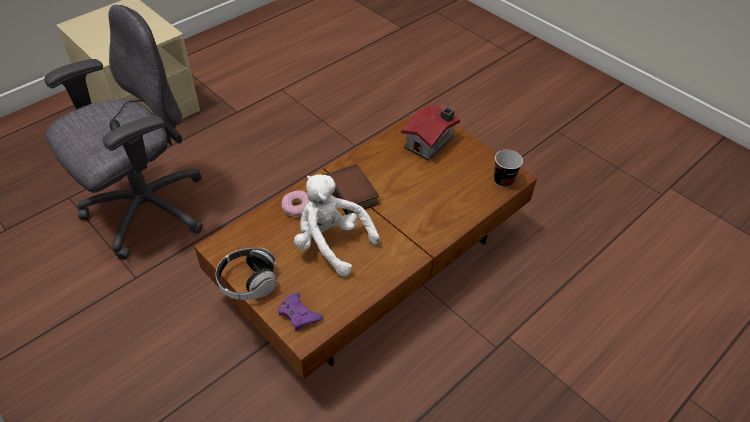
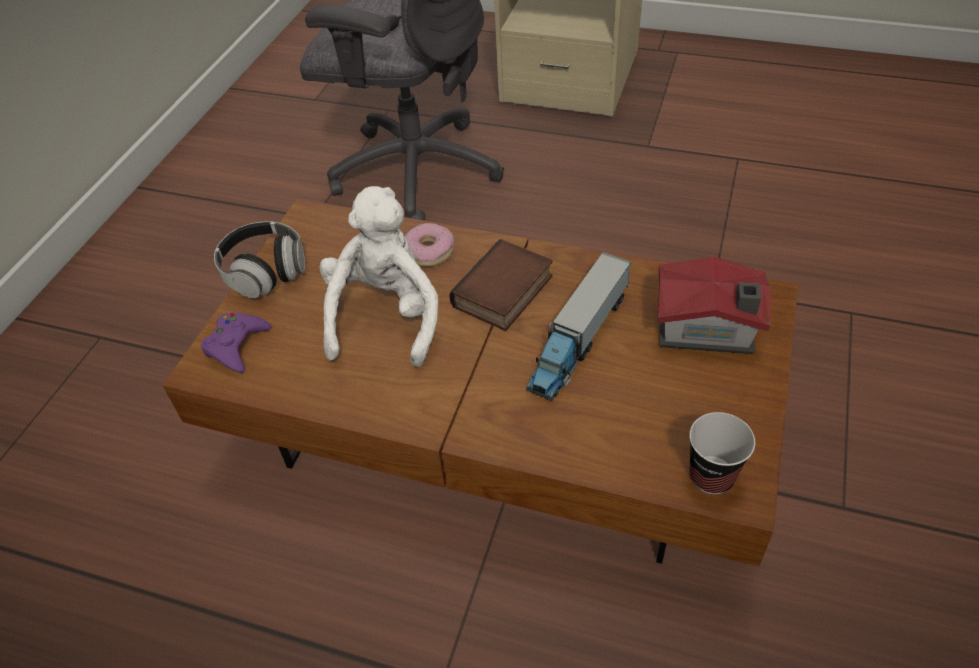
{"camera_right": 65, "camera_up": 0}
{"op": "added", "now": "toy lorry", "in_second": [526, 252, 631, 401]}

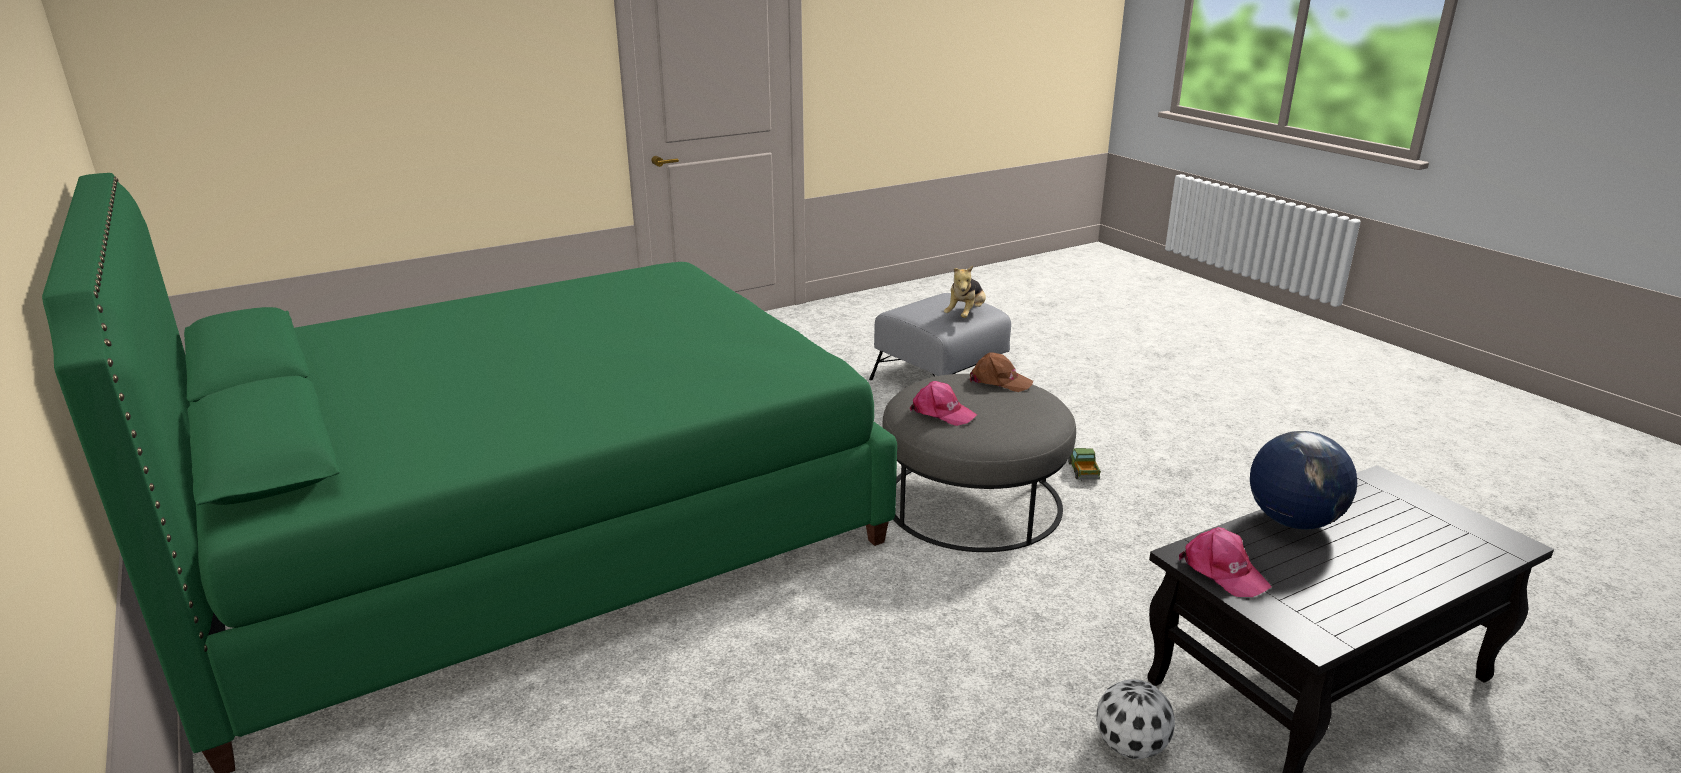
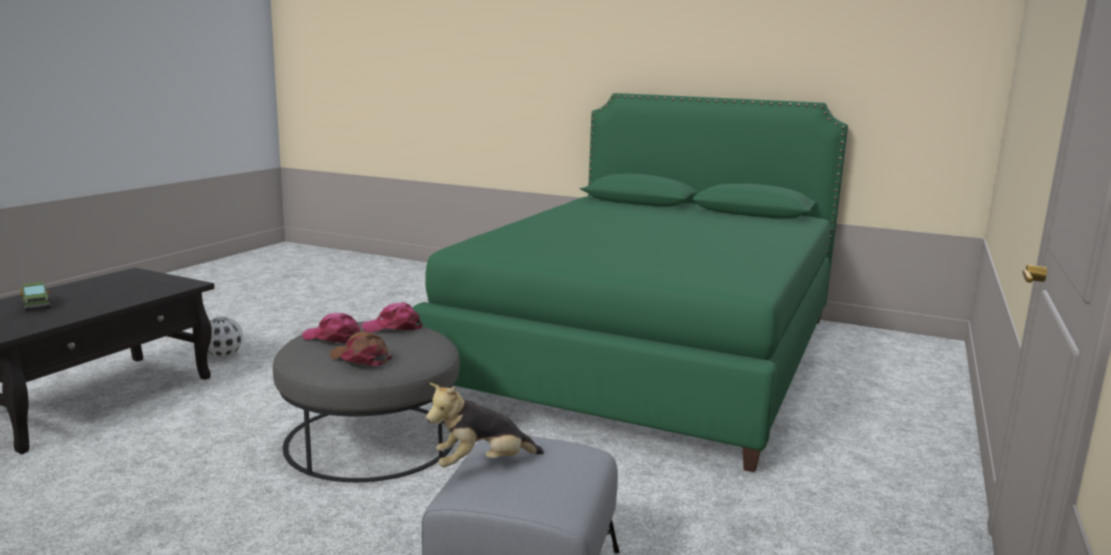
{"camera_right": 145, "camera_up": -10}
{"op": "removed", "was": "globe", "in_first": [1250, 431, 1357, 529]}
{"op": "moved", "was": "toy lorry", "in_first": [1068, 448, 1101, 481], "in_second": [20, 281, 51, 311]}
{"op": "moved", "was": "cap in pink", "in_first": [1179, 527, 1271, 597], "in_second": [302, 313, 360, 344]}
{"op": "turned", "was": "cuddly toy", "in_first": [944, 266, 986, 318], "in_second": [426, 383, 544, 467], "clockwise": -105}
{"op": "turned", "was": "cap in brownish", "in_first": [970, 352, 1033, 392], "in_second": [330, 331, 393, 366], "clockwise": 45}

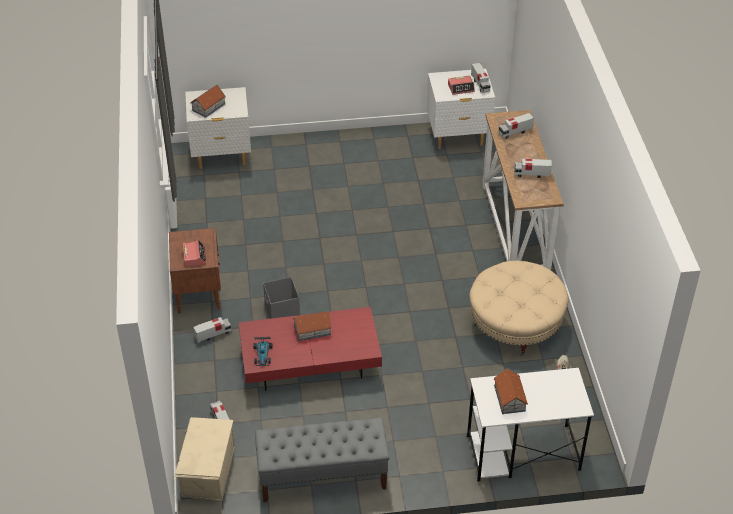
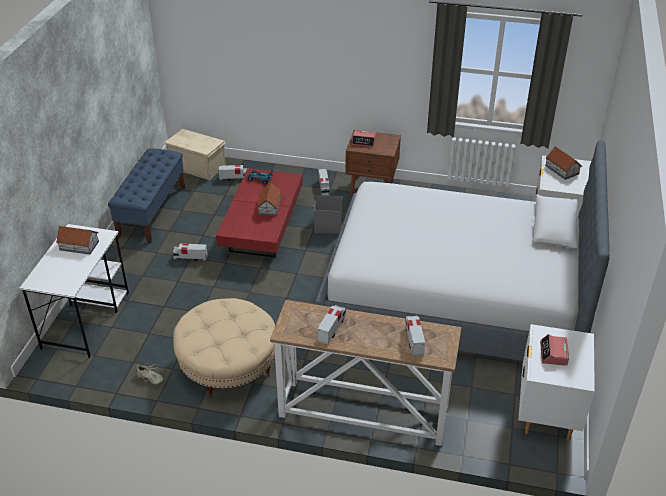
{"camera_right": 110, "camera_up": -5}
{"op": "added", "now": "bed", "in_second": [315, 140, 610, 361]}
{"op": "moved", "was": "toy lorry", "in_first": [471, 63, 491, 93], "in_second": [173, 243, 208, 261]}
{"op": "recoloured", "was": "long seat in greyish", "now": "long seat in bluish", "in_first": [255, 418, 390, 503], "in_second": [108, 148, 185, 243]}

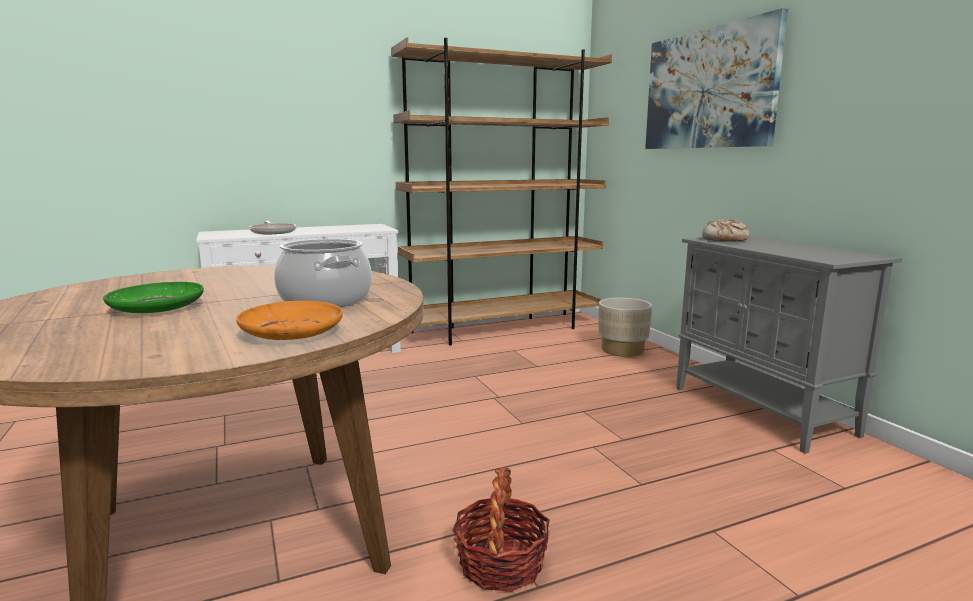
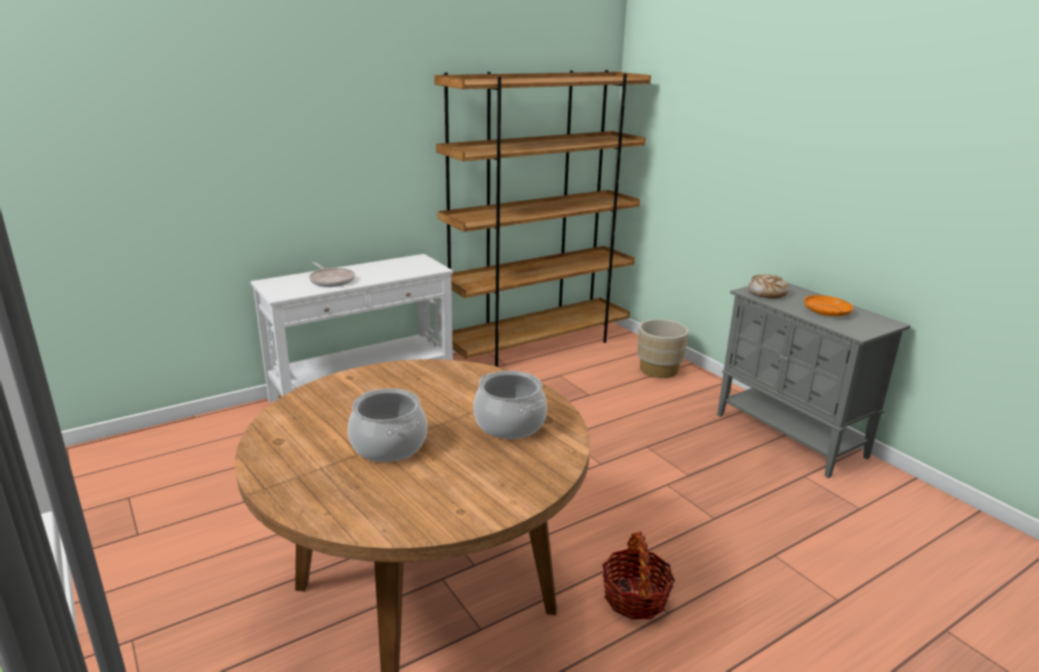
{"camera_right": -10, "camera_up": 10}
{"op": "removed", "was": "wall art", "in_first": [645, 8, 788, 149]}
{"op": "moved", "was": "dinner plate in orange-coloured", "in_first": [236, 301, 343, 340], "in_second": [804, 295, 853, 316]}
{"op": "replaced", "was": "dinner plate in green-coloured", "now": "saucepot", "in_first": [103, 282, 204, 313], "in_second": [348, 388, 427, 462]}

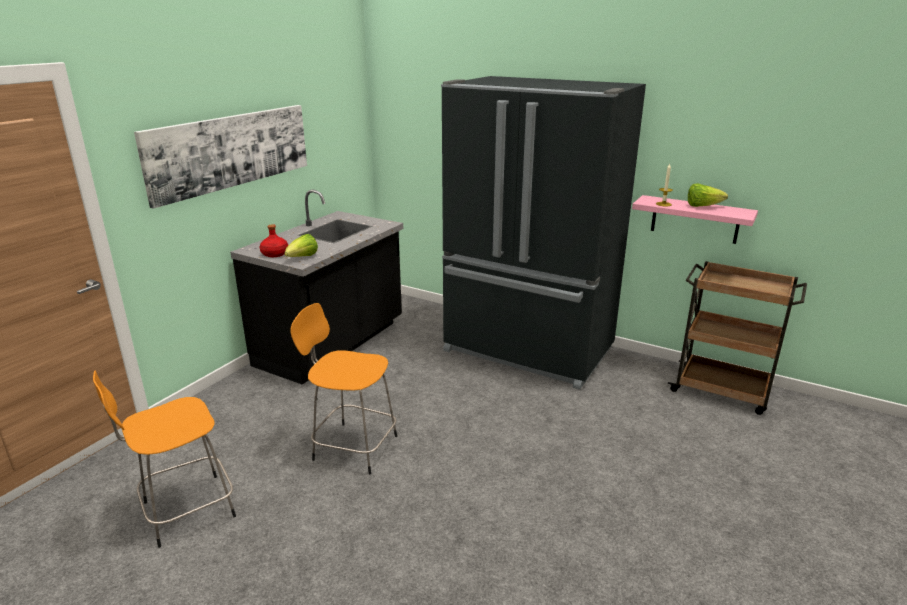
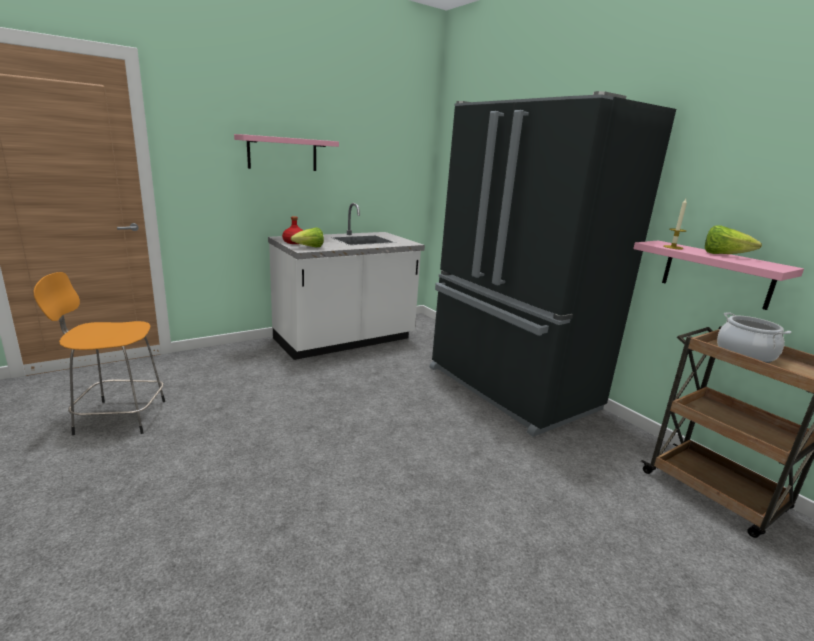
{"camera_right": 25, "camera_up": -5}
{"op": "removed", "was": "sitting stool in orange-coloured", "in_first": [291, 303, 397, 474]}
{"op": "added", "now": "saucepot", "in_second": [717, 312, 791, 363]}
{"op": "replaced", "was": "wall art", "now": "wall shelf in pink", "in_first": [134, 105, 307, 209], "in_second": [234, 134, 339, 171]}
{"op": "recoloured", "was": "kitchen counter in blackish", "now": "kitchen counter in white", "in_first": [230, 190, 403, 384], "in_second": [268, 203, 425, 360]}

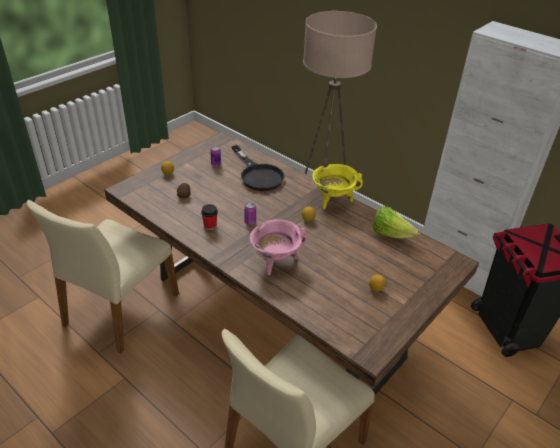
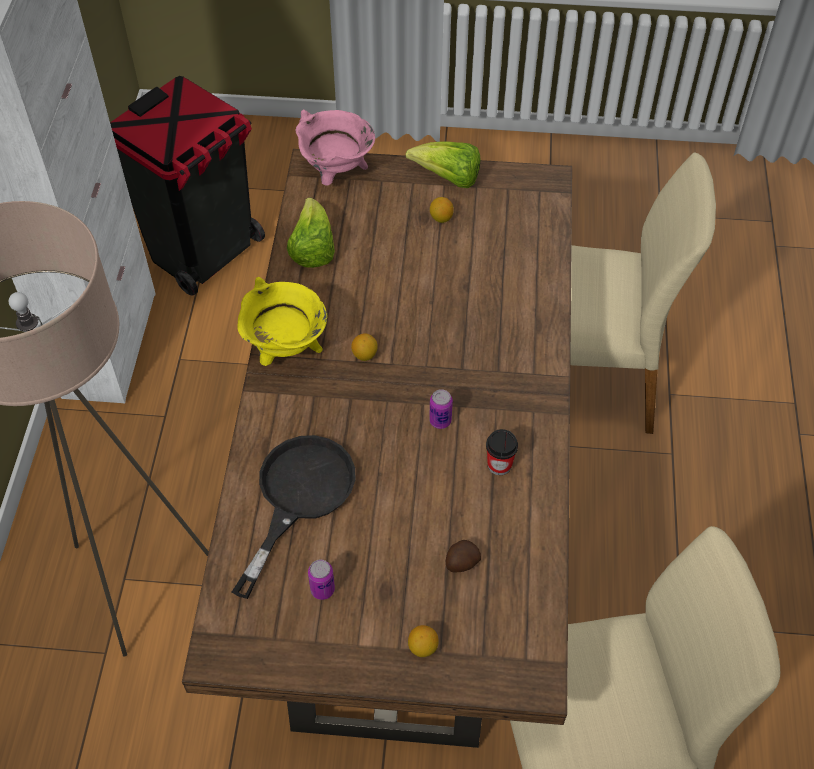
{"camera_right": -125, "camera_up": 15}
{"op": "added", "now": "lettuce head", "in_second": [406, 142, 481, 188]}
{"op": "moved", "was": "saucepot in pink", "in_first": [250, 219, 307, 275], "in_second": [295, 110, 375, 186]}

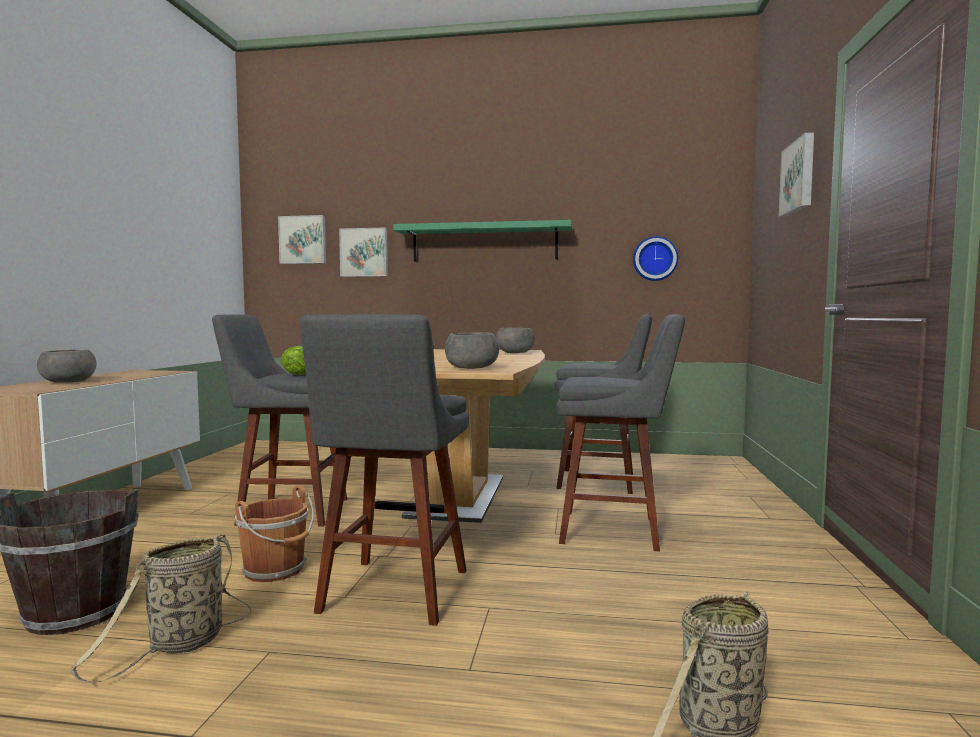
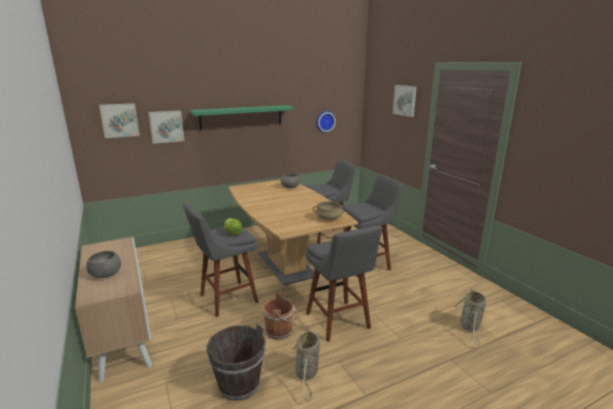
{"camera_right": -35, "camera_up": 15}
{"op": "replaced", "was": "serving bowl in greyish", "now": "saucepot in beige", "in_first": [445, 332, 499, 369], "in_second": [313, 201, 345, 220]}

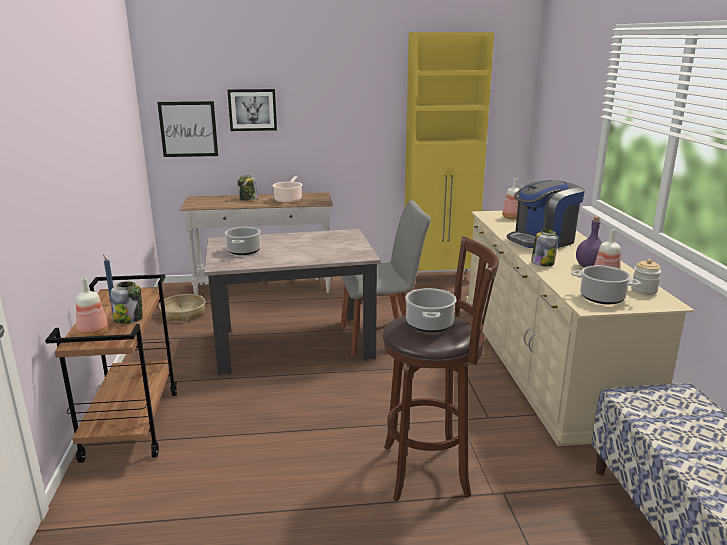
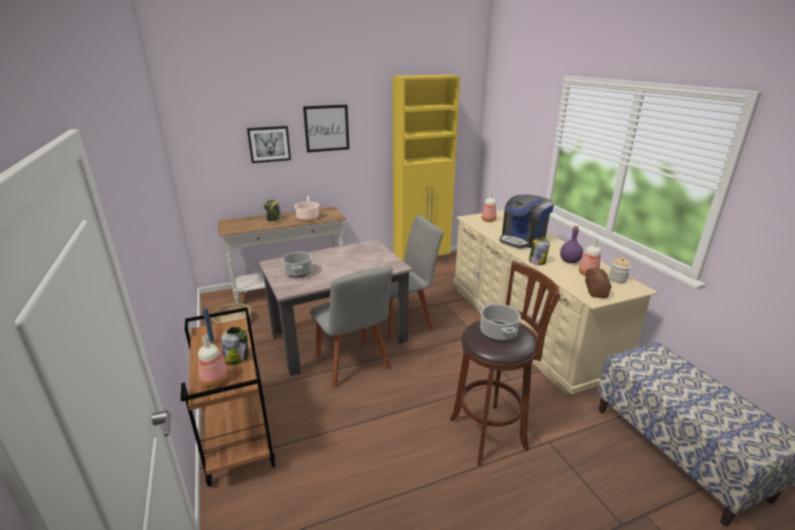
{"camera_right": -15, "camera_up": 5}
{"op": "added", "now": "upright chair in greyish", "in_second": [310, 266, 393, 388]}
{"op": "moved", "was": "wall art", "in_first": [157, 101, 218, 157], "in_second": [303, 105, 349, 153]}
{"op": "replaced", "was": "saucepot", "now": "bakery bread", "in_first": [571, 265, 641, 304], "in_second": [585, 268, 611, 298]}

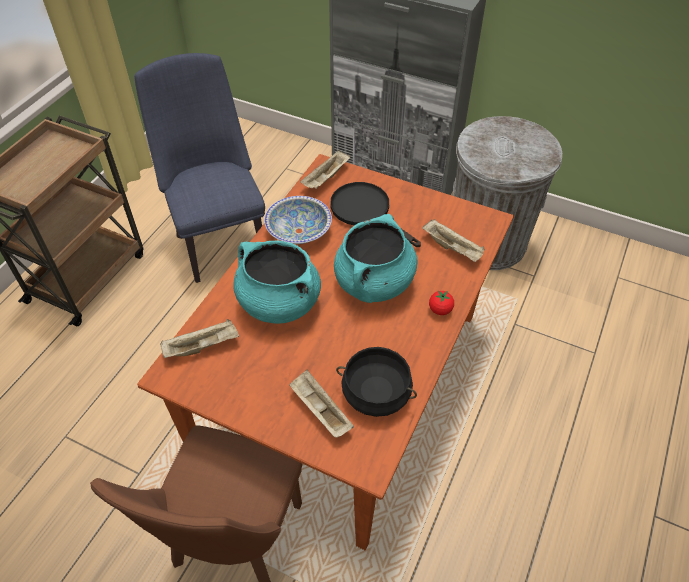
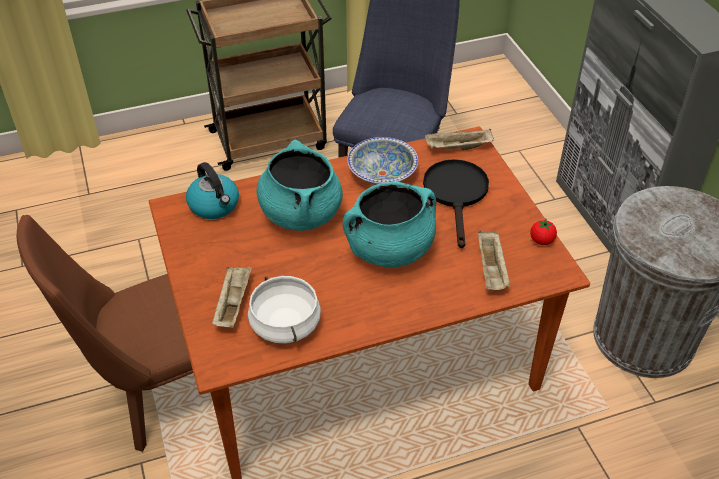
{"camera_right": 45, "camera_up": -5}
{"op": "moved", "was": "whole tomato", "in_first": [429, 290, 454, 315], "in_second": [530, 219, 557, 245]}
{"op": "replaced", "was": "carrying tray in beige", "now": "kettle", "in_first": [160, 319, 239, 358], "in_second": [186, 162, 239, 219]}
{"op": "recoloured", "was": "saucepot in blackish", "now": "saucepot in white", "in_first": [336, 347, 417, 417], "in_second": [248, 276, 321, 343]}

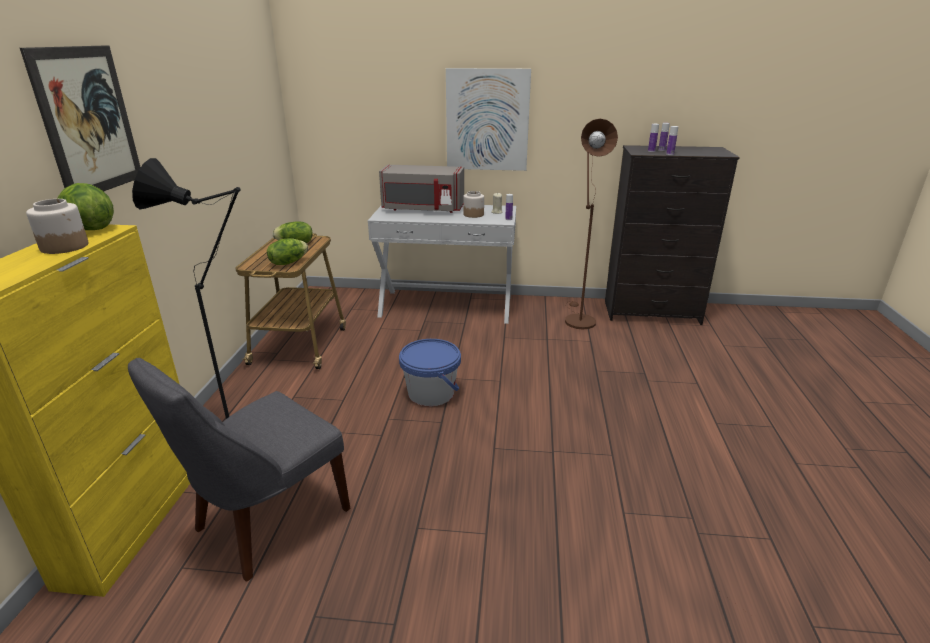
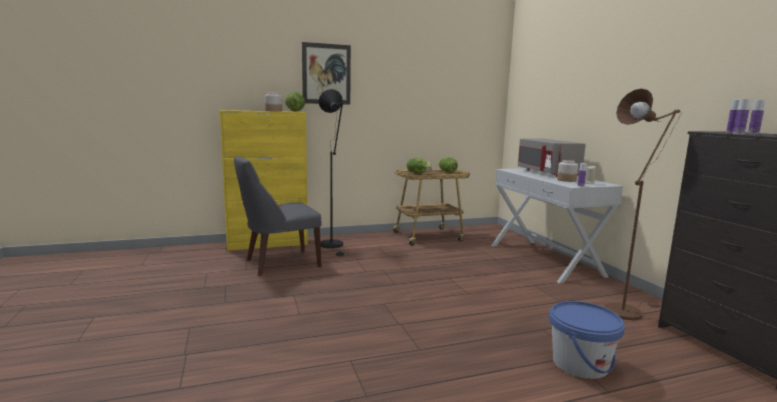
{"camera_right": 65, "camera_up": -15}
{"op": "removed", "was": "wall art", "in_first": [446, 68, 531, 171]}
{"op": "moved", "was": "water bucket in bluish", "in_first": [399, 339, 461, 406], "in_second": [549, 301, 625, 379]}
{"op": "turned", "was": "upright chair in greyish", "in_first": [128, 358, 350, 582], "in_second": [234, 156, 322, 276], "clockwise": -45}

